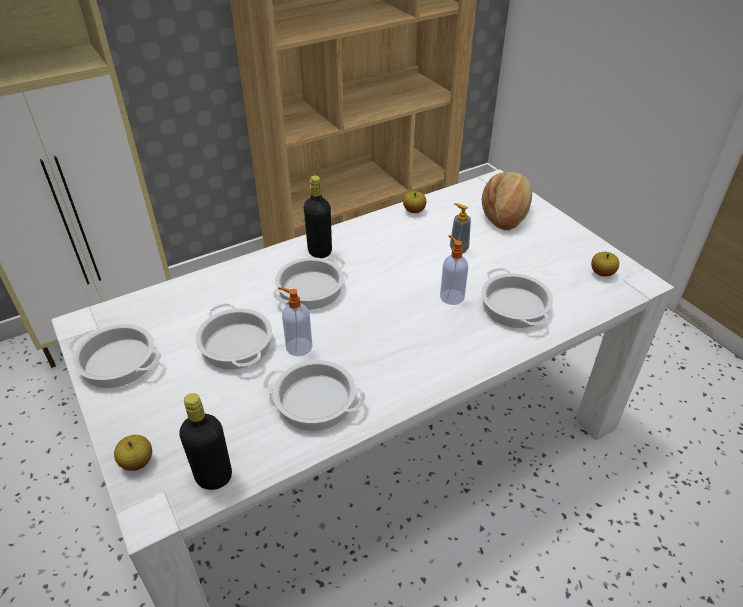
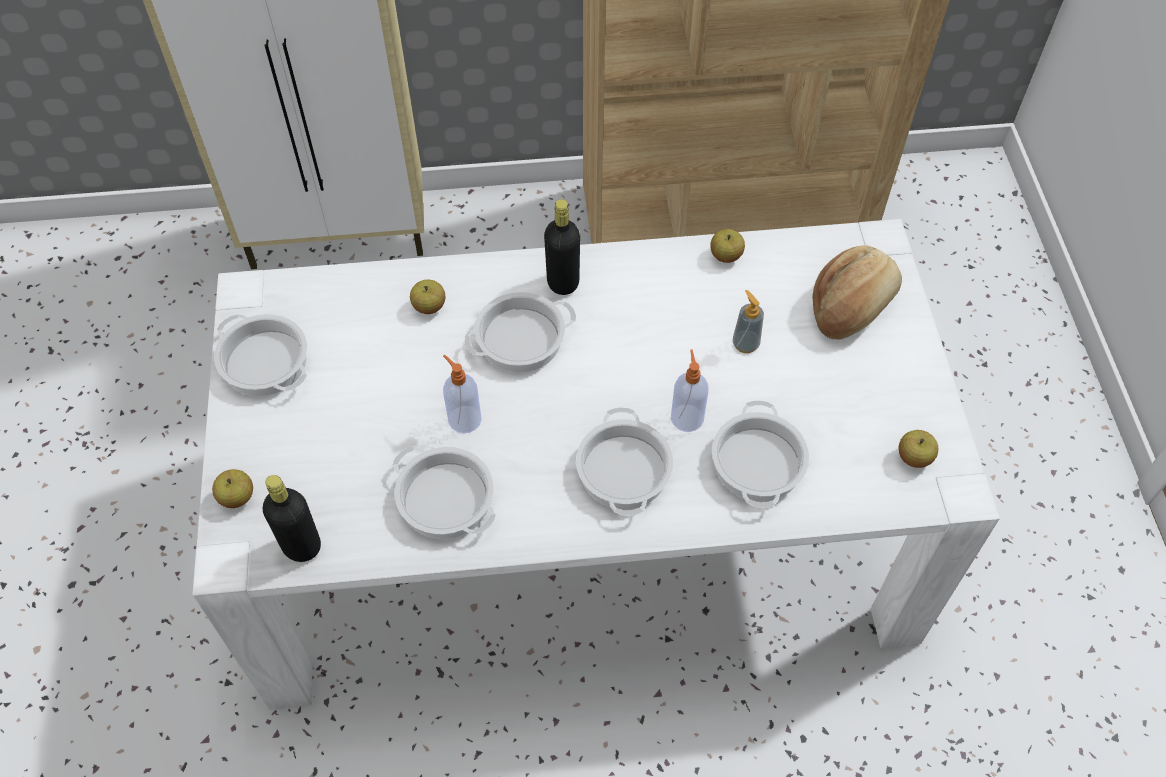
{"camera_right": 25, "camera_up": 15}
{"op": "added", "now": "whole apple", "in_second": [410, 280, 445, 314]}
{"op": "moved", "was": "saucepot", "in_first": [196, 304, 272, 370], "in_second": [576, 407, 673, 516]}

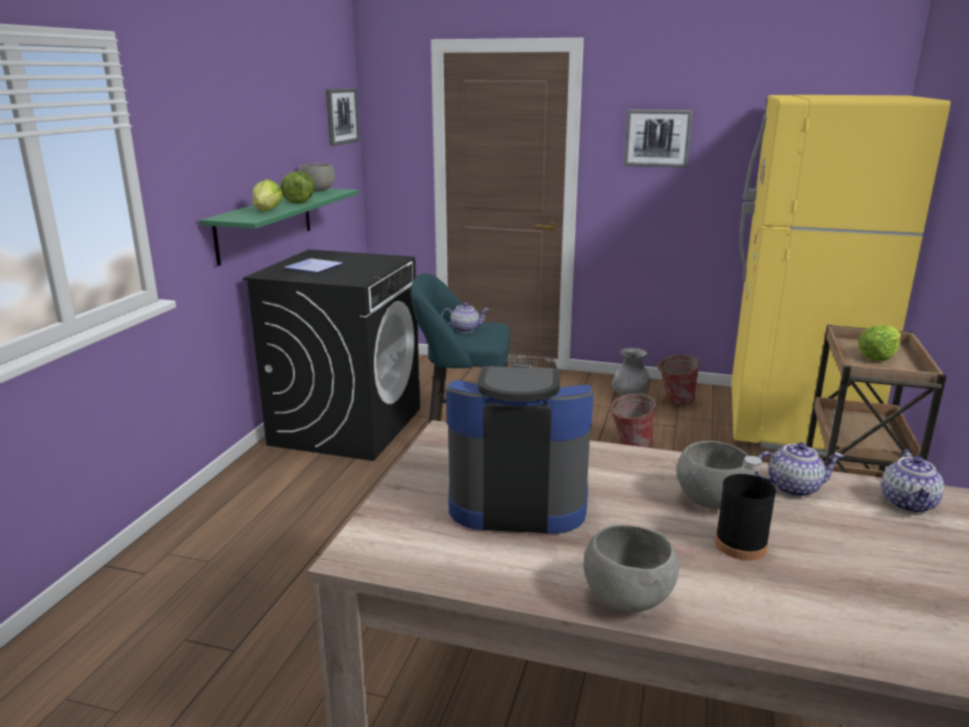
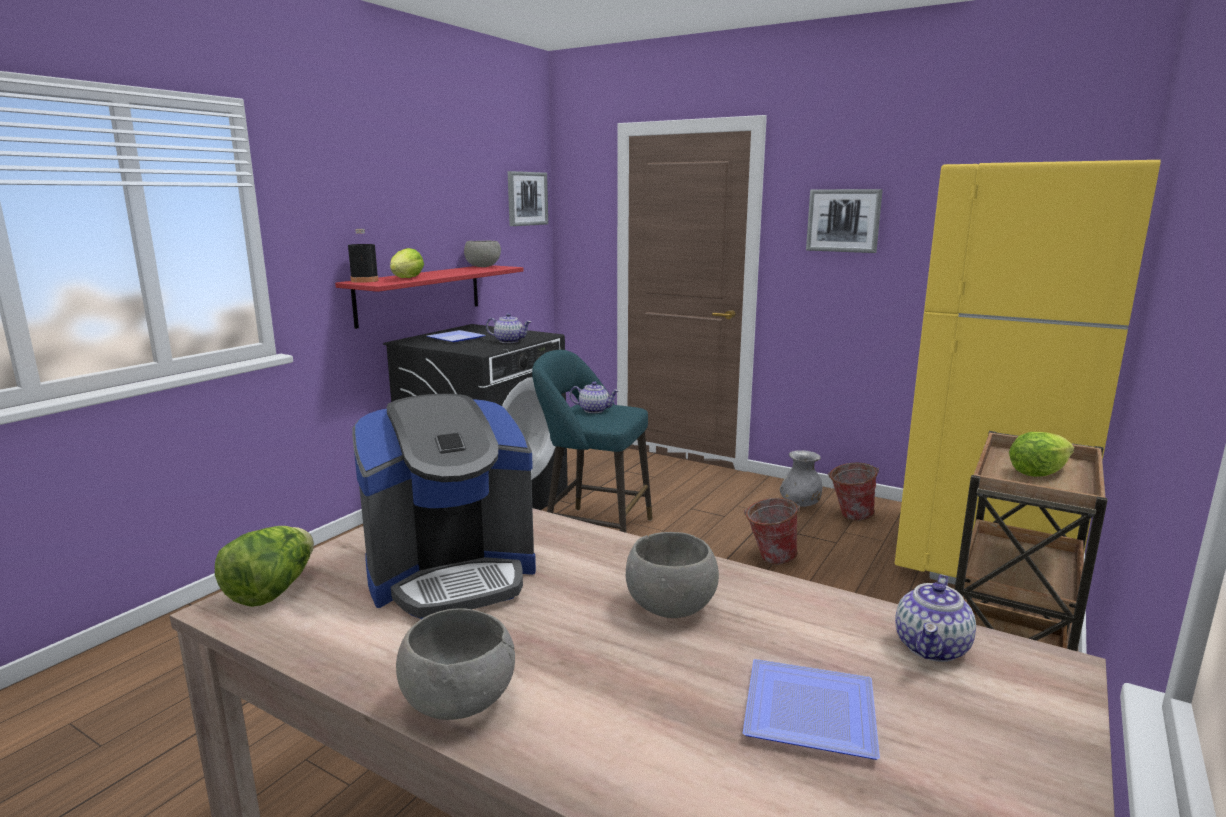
{"camera_right": 15, "camera_up": -5}
{"op": "added", "now": "dinner plate", "in_second": [743, 659, 880, 760]}
{"op": "moved", "was": "lettuce head", "in_first": [280, 171, 315, 204], "in_second": [215, 526, 314, 607]}
{"op": "moved", "was": "beverage bottle in blackish", "in_first": [715, 456, 776, 560], "in_second": [348, 229, 379, 283]}
{"op": "moved", "was": "teapot", "in_first": [755, 442, 844, 497], "in_second": [486, 313, 531, 343]}
{"op": "recoloured", "was": "wall shelf in green-coloured", "now": "wall shelf in reddish", "in_first": [200, 189, 359, 266], "in_second": [335, 265, 524, 329]}
{"op": "turned", "was": "coffee maker", "in_first": [446, 364, 594, 534], "in_second": [352, 394, 536, 619], "clockwise": 135}

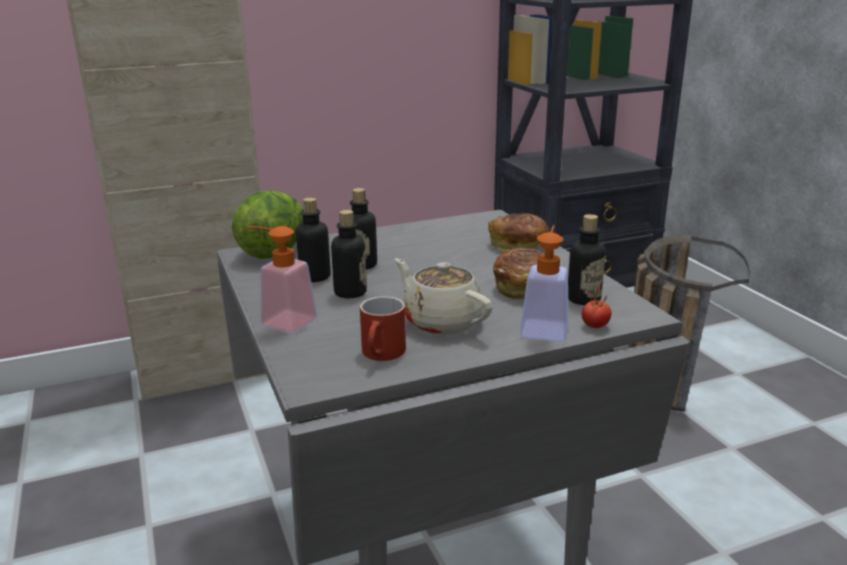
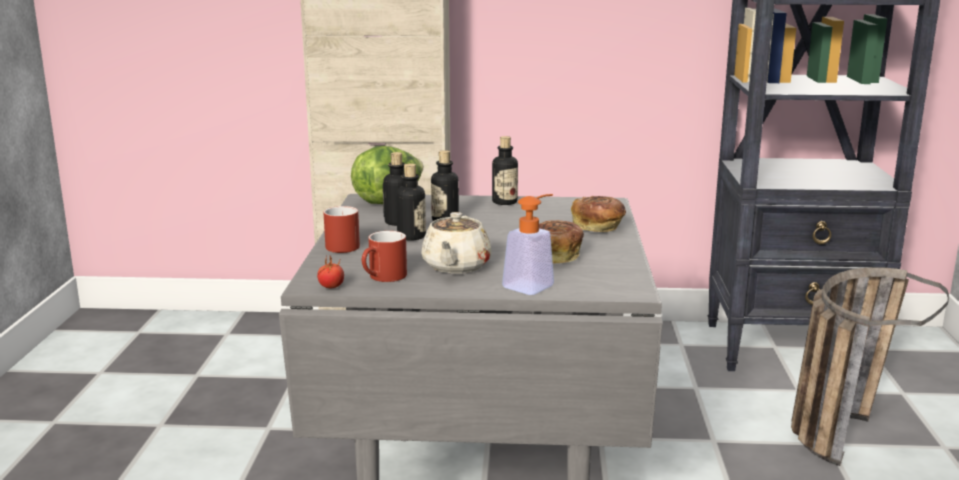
{"camera_right": 25, "camera_up": -5}
{"op": "moved", "was": "beverage bottle", "in_first": [568, 214, 606, 305], "in_second": [492, 136, 518, 205]}
{"op": "moved", "was": "whole tomato", "in_first": [582, 293, 611, 328], "in_second": [317, 255, 344, 288]}
{"op": "replaced", "was": "liquid soap bottle", "now": "mug in reddish", "in_first": [247, 226, 317, 333], "in_second": [323, 206, 360, 253]}
{"op": "turned", "was": "teapot in beige", "in_first": [395, 258, 493, 335], "in_second": [421, 212, 491, 274], "clockwise": -150}

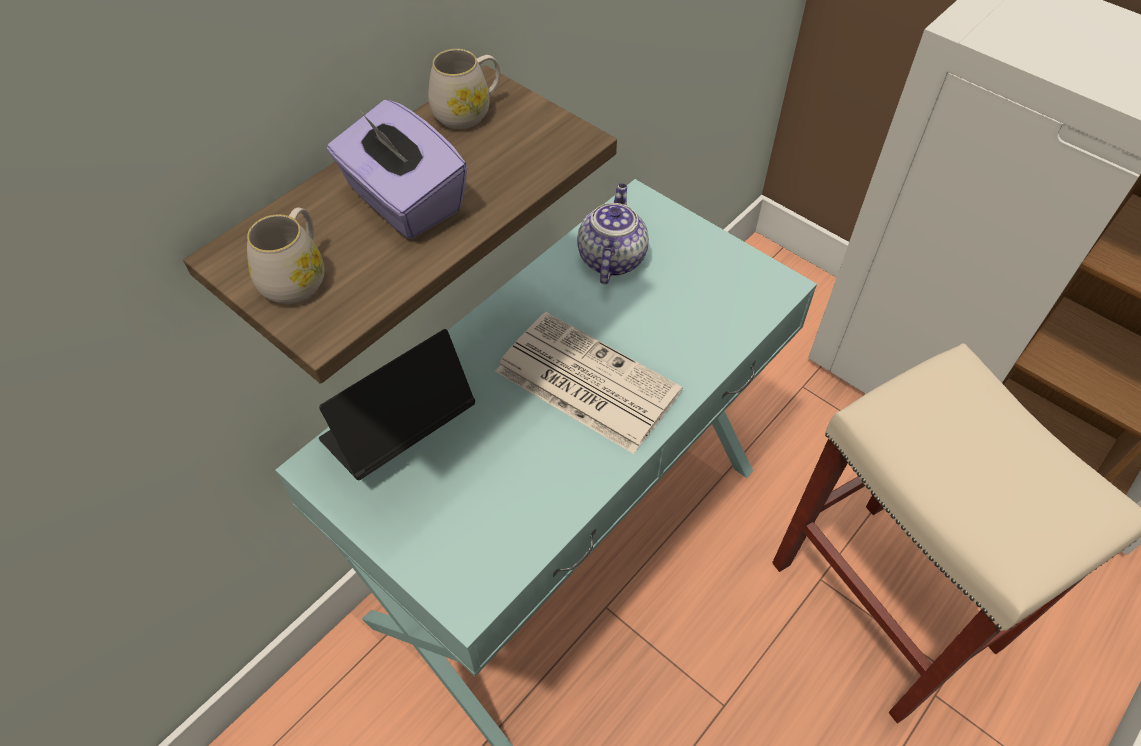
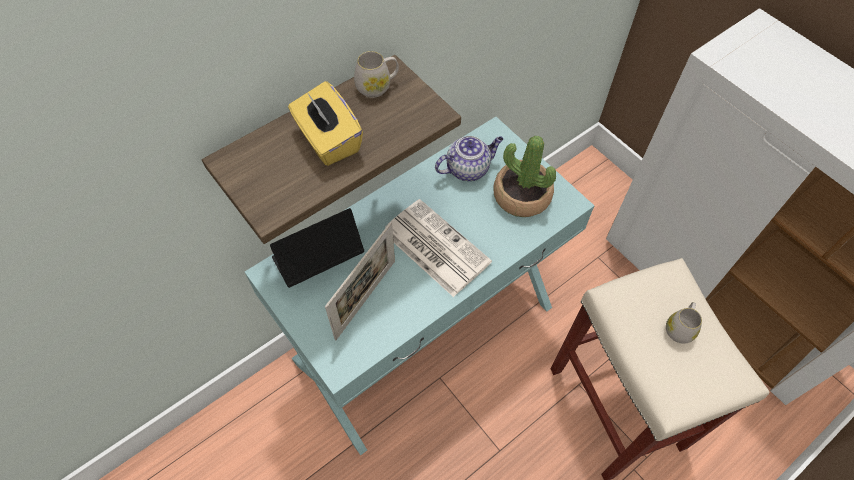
{"camera_right": 10, "camera_up": 5}
{"op": "added", "now": "photo frame", "in_second": [325, 222, 395, 340]}
{"op": "added", "now": "plant in a pot", "in_second": [494, 136, 556, 217]}
{"op": "moved", "was": "mug in white", "in_first": [247, 208, 324, 304], "in_second": [666, 302, 702, 344]}
{"op": "recoloured", "was": "tissue holder in purplish", "now": "tissue holder in yellow", "in_first": [327, 100, 467, 239], "in_second": [288, 81, 363, 166]}
{"op": "turned", "was": "teapot", "in_first": [577, 183, 649, 284], "in_second": [435, 136, 503, 181], "clockwise": 45}

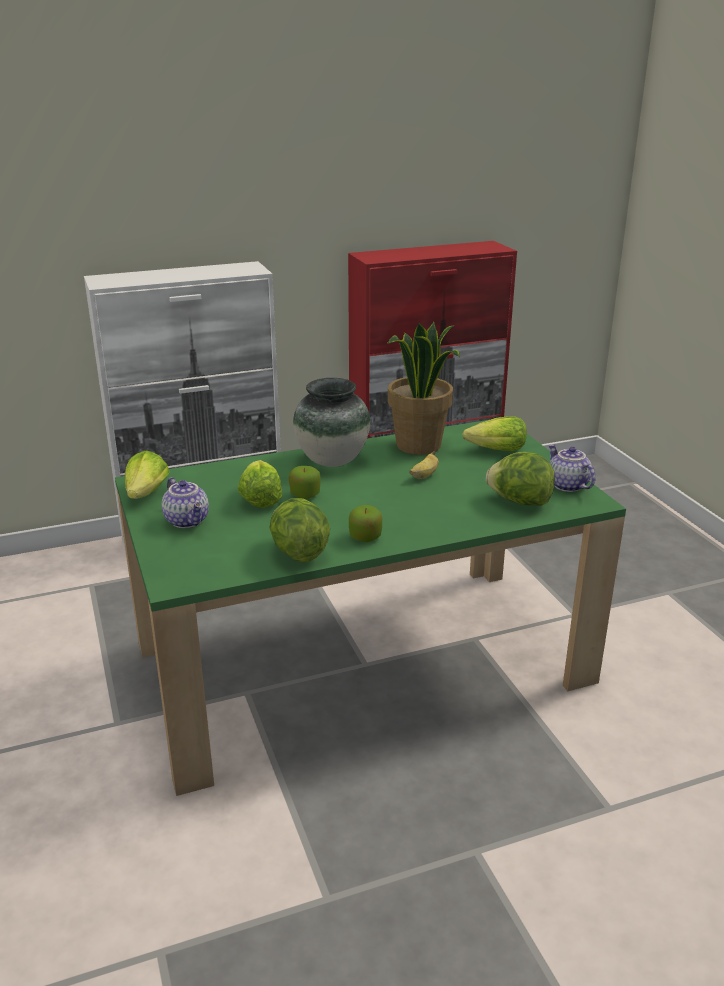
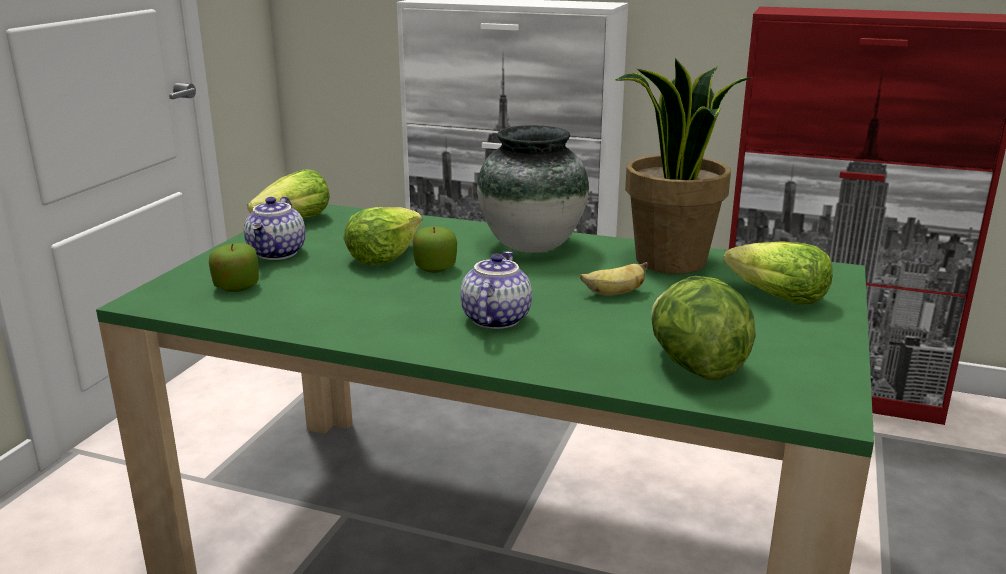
{"camera_right": 40, "camera_up": -5}
{"op": "removed", "was": "lettuce head", "in_first": [269, 498, 330, 562]}
{"op": "moved", "was": "whole apple", "in_first": [349, 505, 382, 542], "in_second": [209, 243, 259, 292]}
{"op": "moved", "was": "teapot", "in_first": [548, 444, 596, 492], "in_second": [460, 251, 532, 329]}

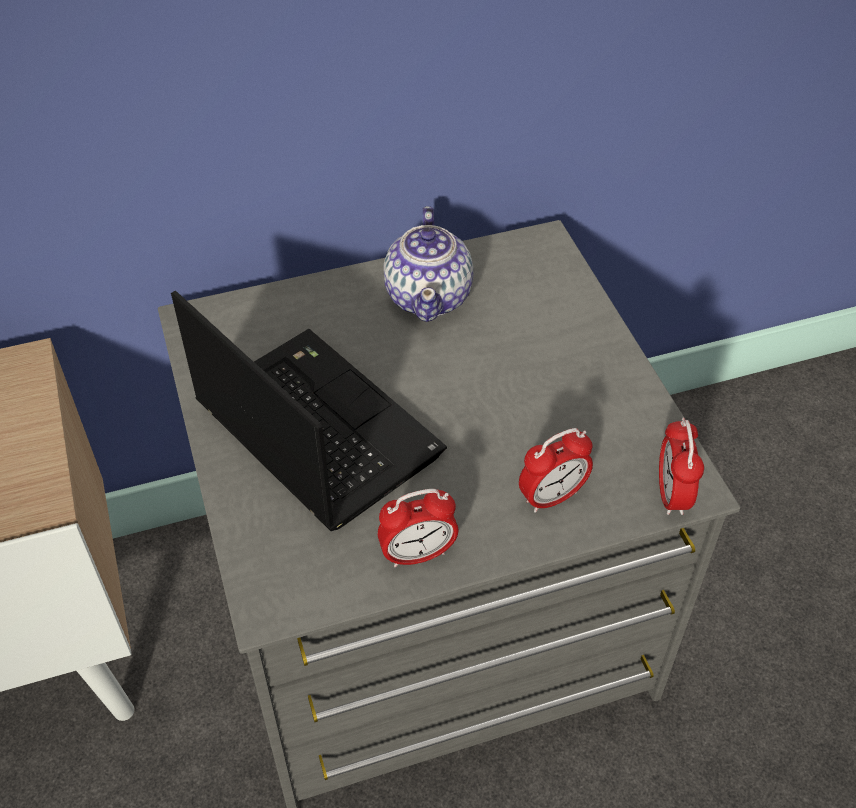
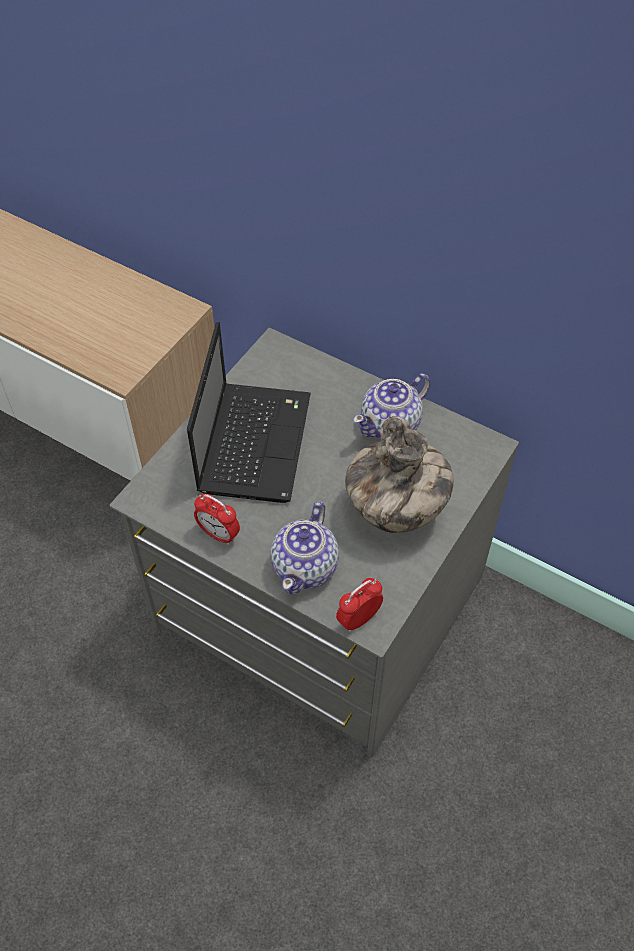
{"camera_right": 50, "camera_up": 5}
{"op": "added", "now": "flower vase", "in_second": [345, 416, 454, 533]}
{"op": "replaced", "was": "alarm clock", "now": "teapot", "in_first": [519, 428, 593, 513], "in_second": [271, 502, 339, 594]}

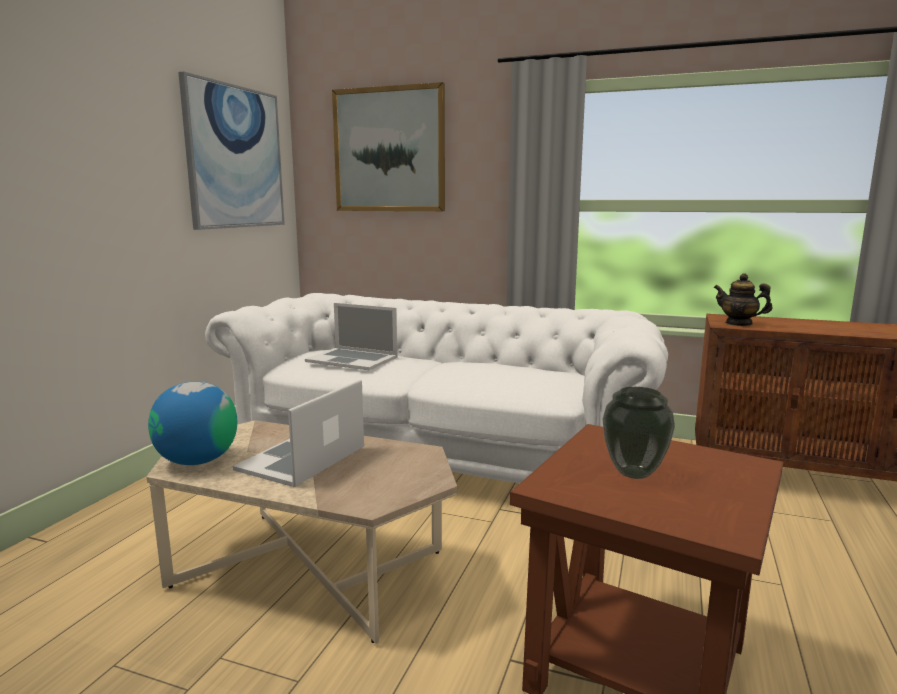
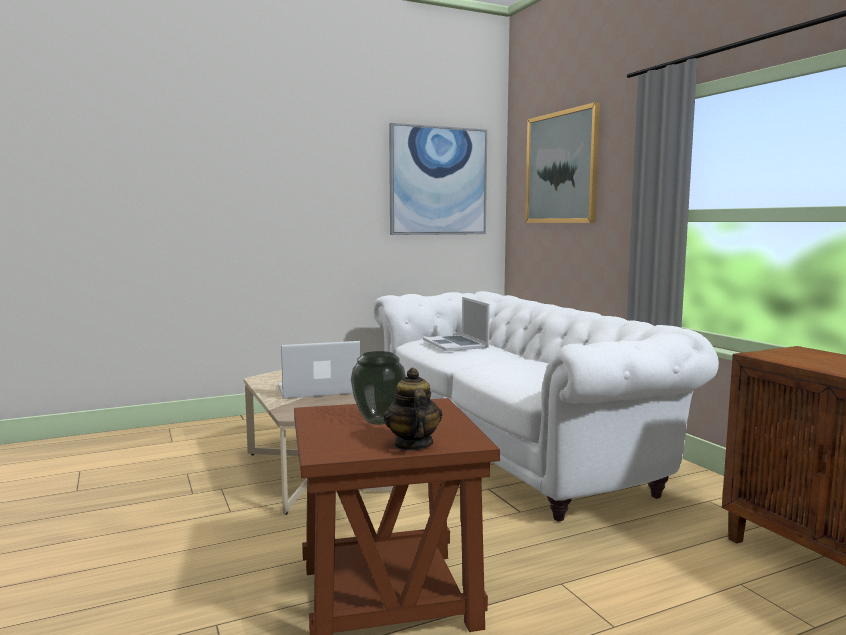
{"camera_right": 45, "camera_up": -5}
{"op": "removed", "was": "globe", "in_first": [148, 382, 237, 465]}
{"op": "moved", "was": "teapot", "in_first": [714, 274, 772, 326], "in_second": [384, 368, 442, 451]}

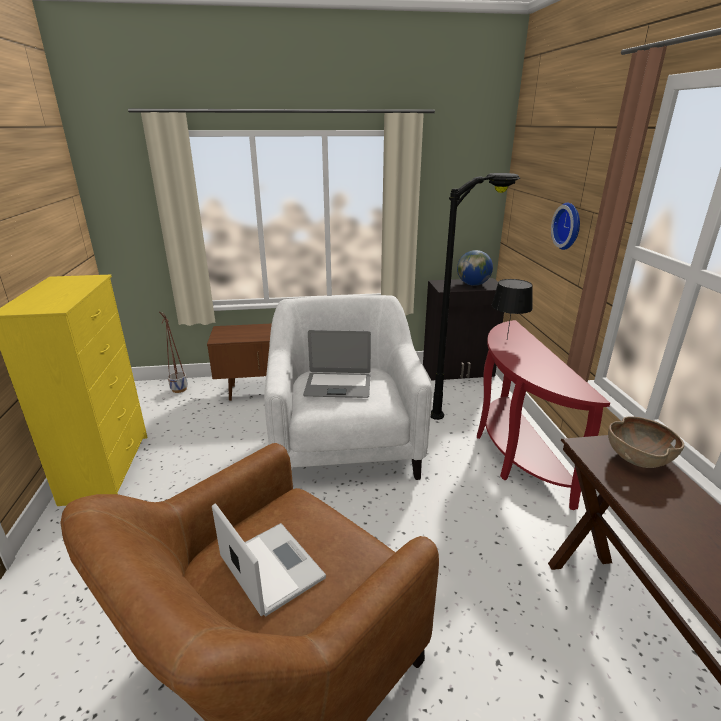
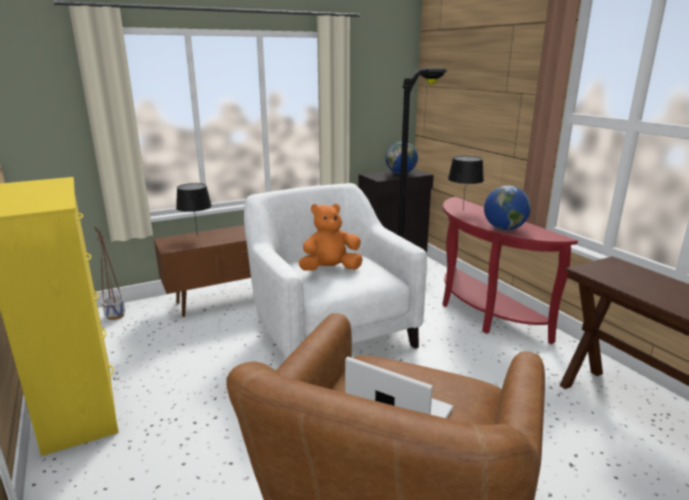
{"camera_right": -20, "camera_up": -5}
{"op": "removed", "was": "clock on the wall", "in_first": [551, 203, 580, 250]}
{"op": "removed", "was": "serving bowl in brownish", "in_first": [608, 416, 684, 468]}
{"op": "added", "now": "tabletop lamp in blackish", "in_second": [176, 183, 212, 236]}
{"op": "added", "now": "globe", "in_second": [484, 186, 531, 230]}
{"op": "replaced", "was": "portable computer", "now": "cuddly toy in orange-coloured", "in_first": [303, 330, 371, 398], "in_second": [299, 204, 363, 271]}

